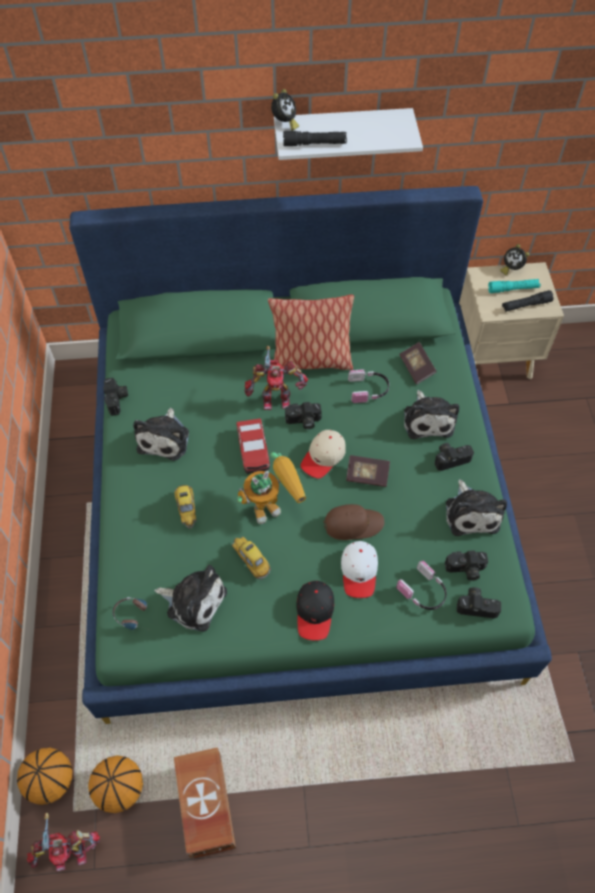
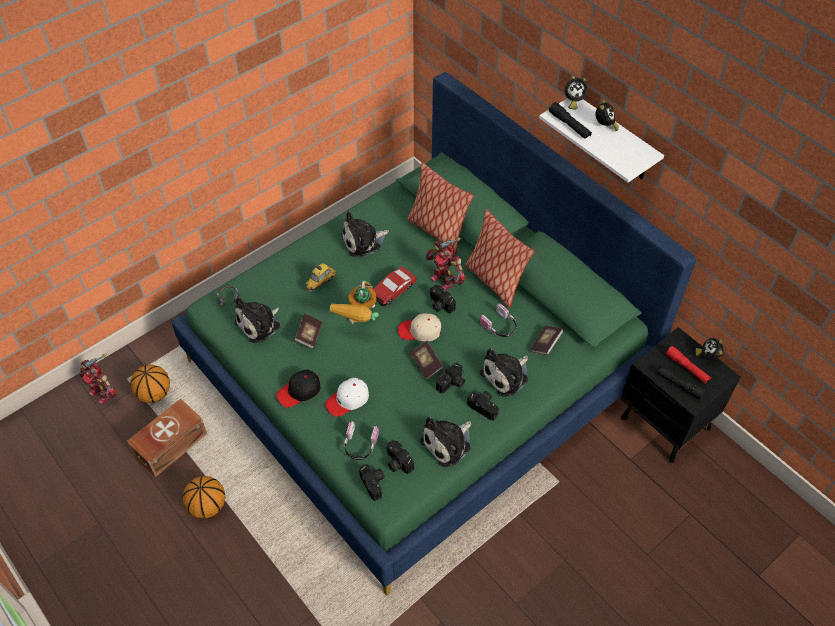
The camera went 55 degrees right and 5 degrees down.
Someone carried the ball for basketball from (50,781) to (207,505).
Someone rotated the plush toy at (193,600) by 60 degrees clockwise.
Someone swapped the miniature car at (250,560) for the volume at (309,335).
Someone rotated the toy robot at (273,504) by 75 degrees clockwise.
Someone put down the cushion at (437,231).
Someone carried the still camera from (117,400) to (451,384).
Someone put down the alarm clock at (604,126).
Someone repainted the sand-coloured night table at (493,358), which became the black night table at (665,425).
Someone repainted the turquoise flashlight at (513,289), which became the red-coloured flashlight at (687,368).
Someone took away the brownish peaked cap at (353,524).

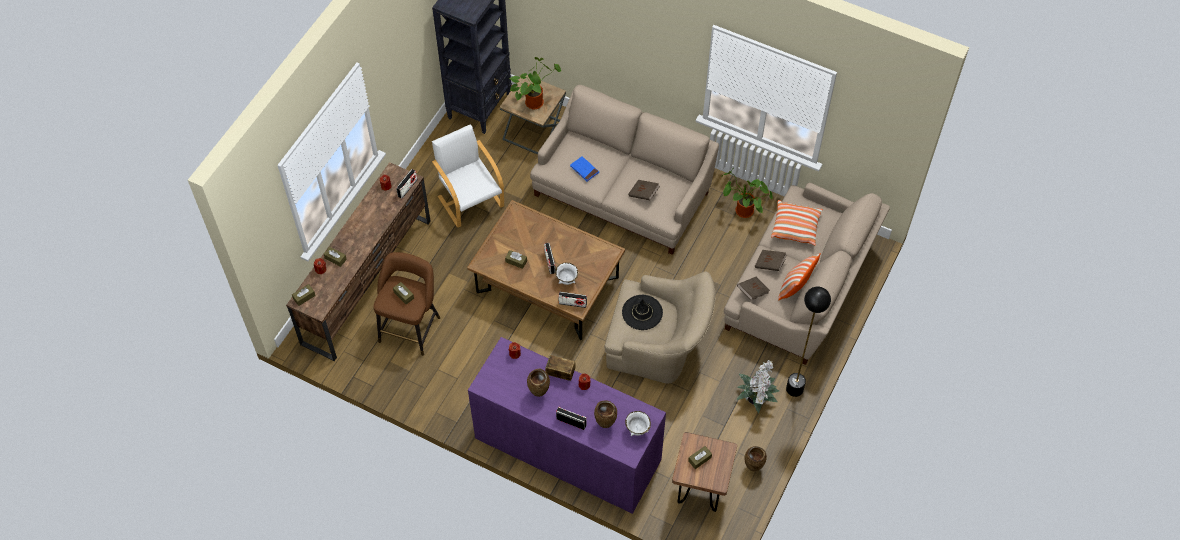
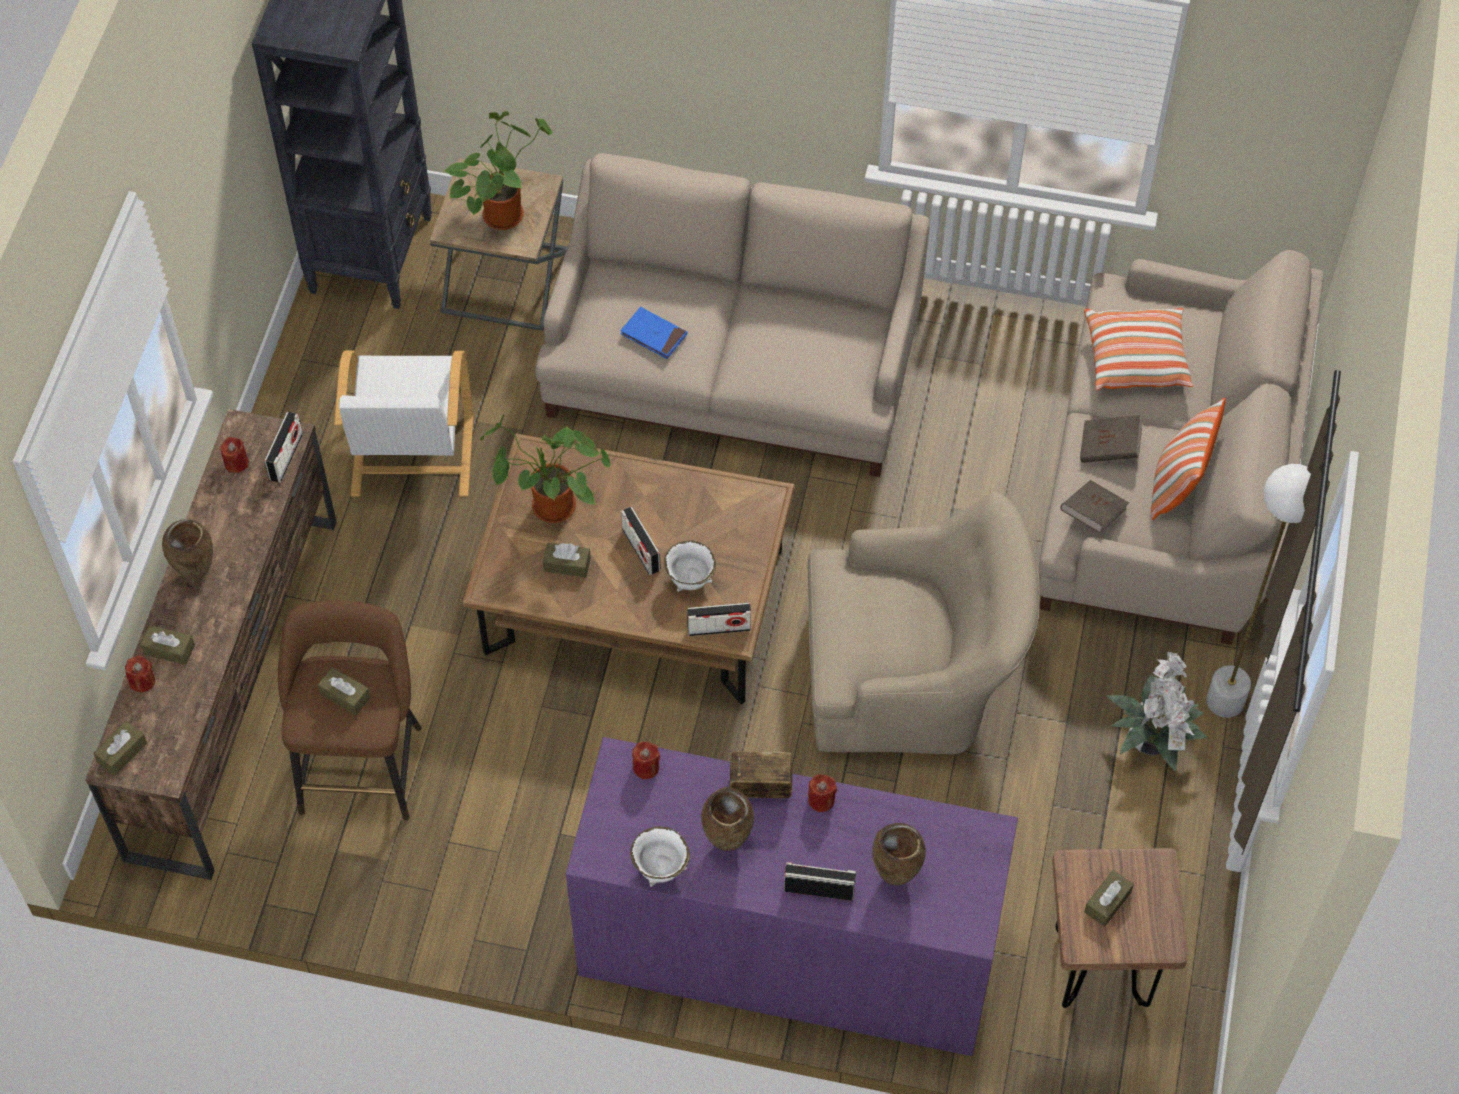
The camera went 15 degrees left and 0 degrees up.
Someone carried the brownish vase from (753,467) to (196,573).
Someone rotated the white easy chair at (470,200) by 135 degrees counterclockwise.
Someone carried the plant in a pot from (742,211) to (549,509).
Someone carried the white deep dish from (637,430) to (660,869).
Someone repainted the black floor lamp at (794,389), which became the white floor lamp at (1225,701).
Someone took away the black clothing hat at (642,312).
Someone took away the brownish volume at (643,194).

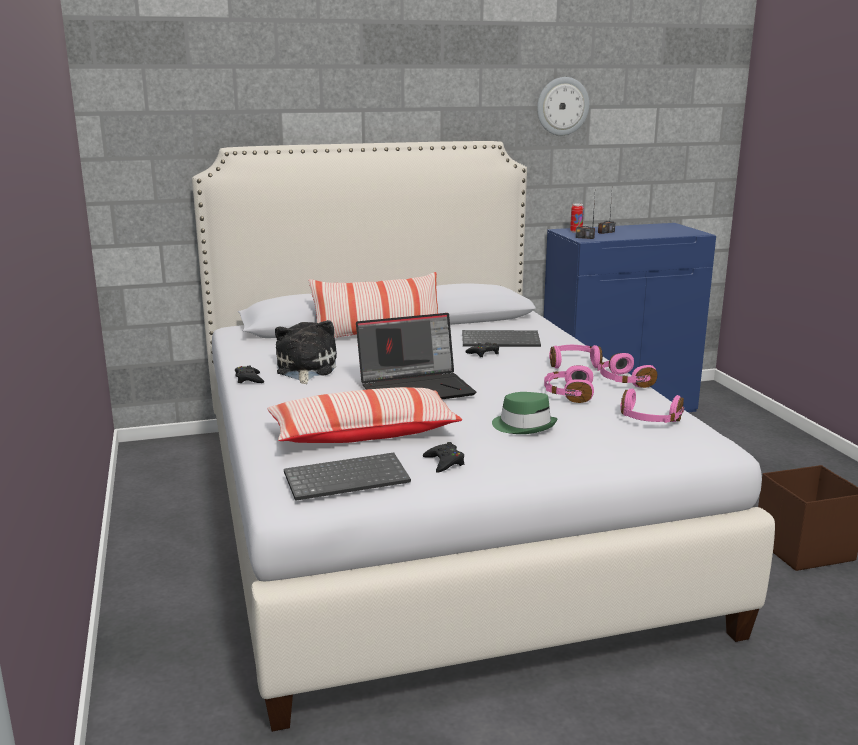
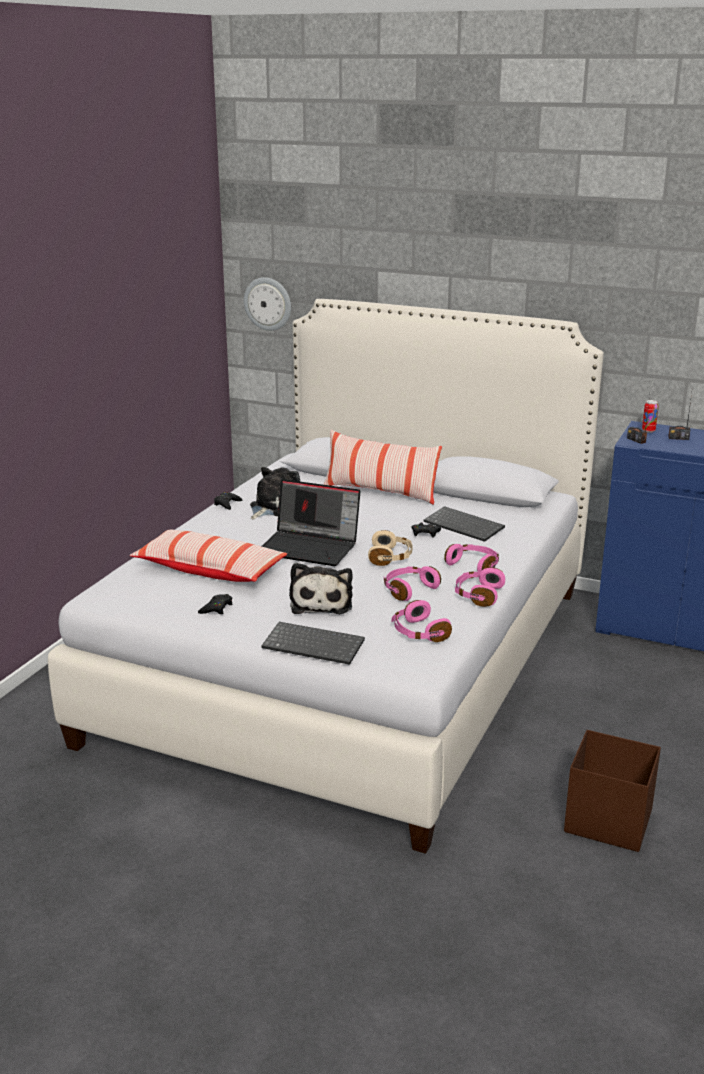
The camera went 40 degrees right and 5 degrees up.
Someone carried the clock on the wall from (562,106) to (268,303).
Someone carried the computer keyboard from (348,478) to (315,645).
Someone swapped the green-coloured clothing hat at (524,426) for the plush toy at (321,602).
Someone put down the sand-coloured pair of headphones at (391,557).

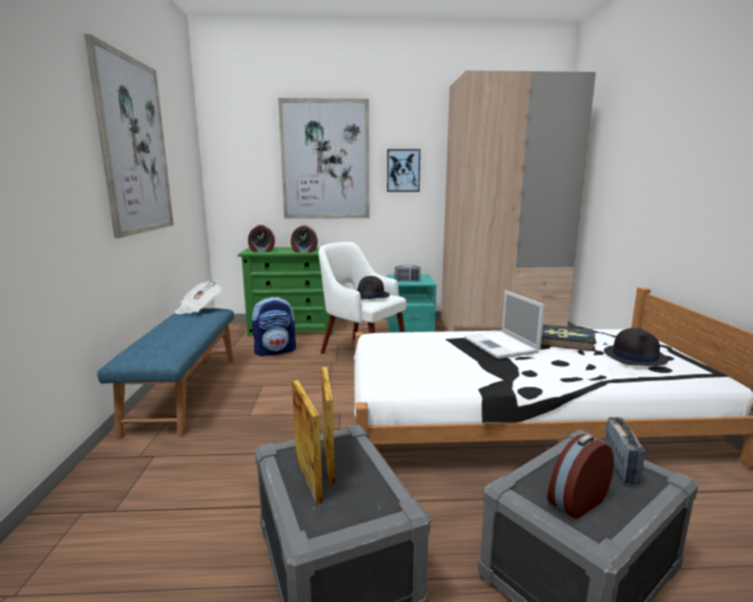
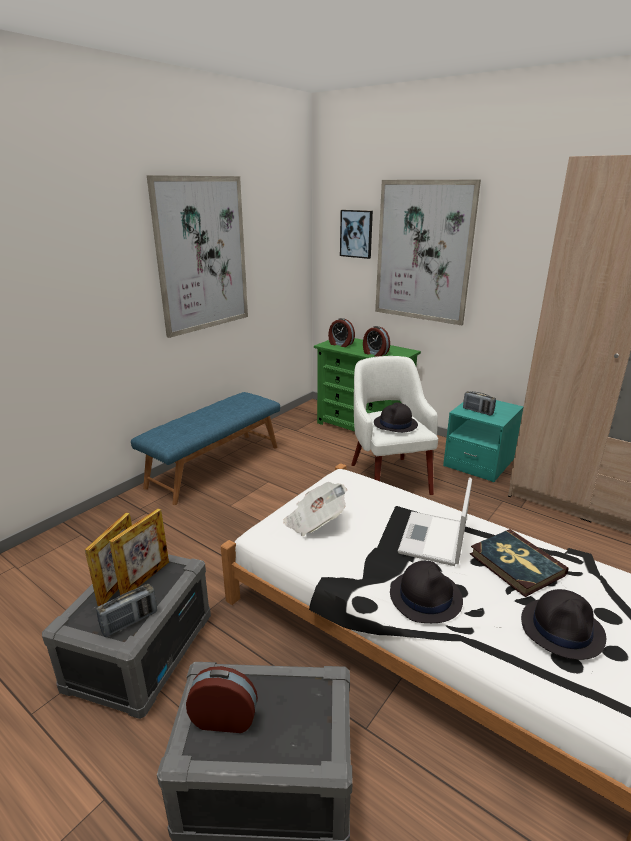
The camera went 40 degrees right and 10 degrees up.
Someone carried the radio receiver from (620,465) to (130,622).
Someone carried the newspaper from (199,309) to (314,522).
Someone carried the picture from (403,170) to (356,234).
Someone put down the black clothing hat at (425,596).
Someone took away the knapsack at (275,351).

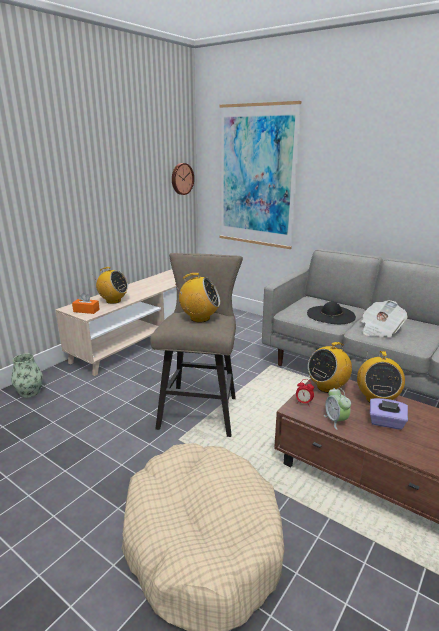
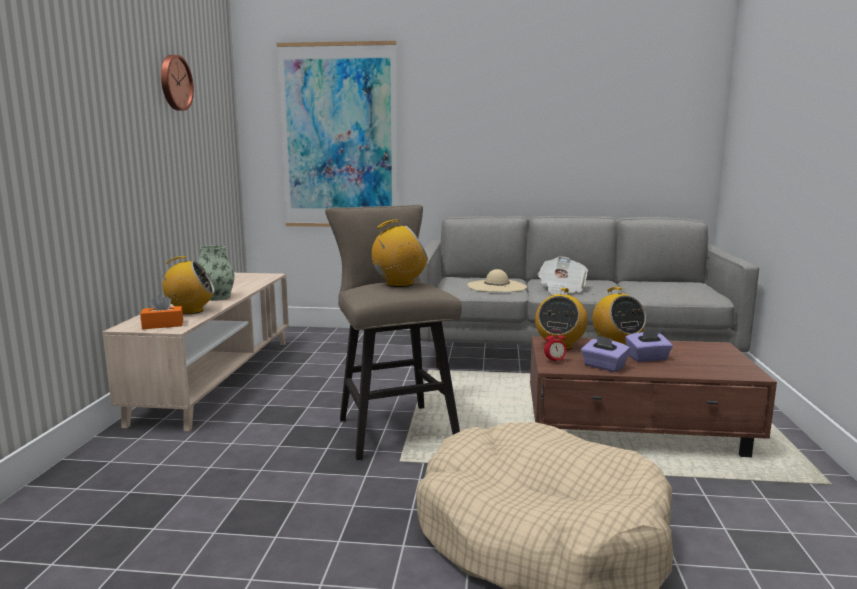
The camera went 30 degrees left and 10 degrees down.
Someone carried the clock on the wall from (181,179) to (174,83).
Someone carried the vase from (30,392) to (216,297).
Someone repainted the black clothing hat at (331,315), which became the sand-coloured clothing hat at (496,286).
Someone swapped the alarm clock at (335,420) for the purple tissue holder at (603,366).

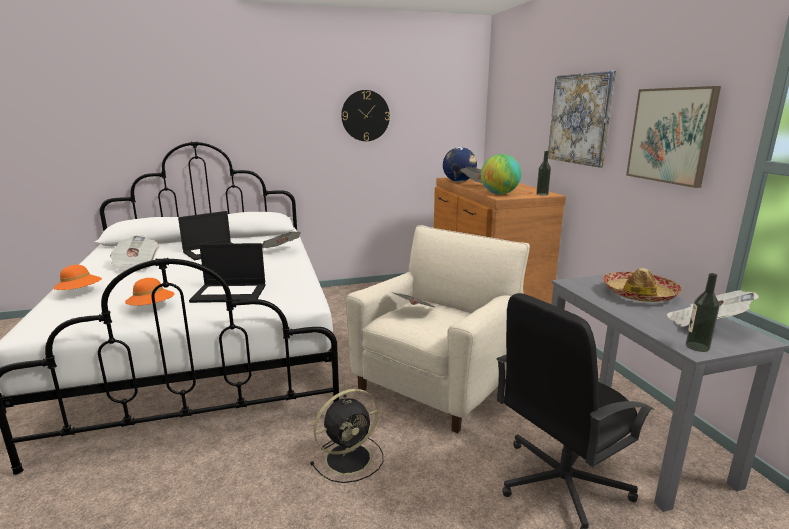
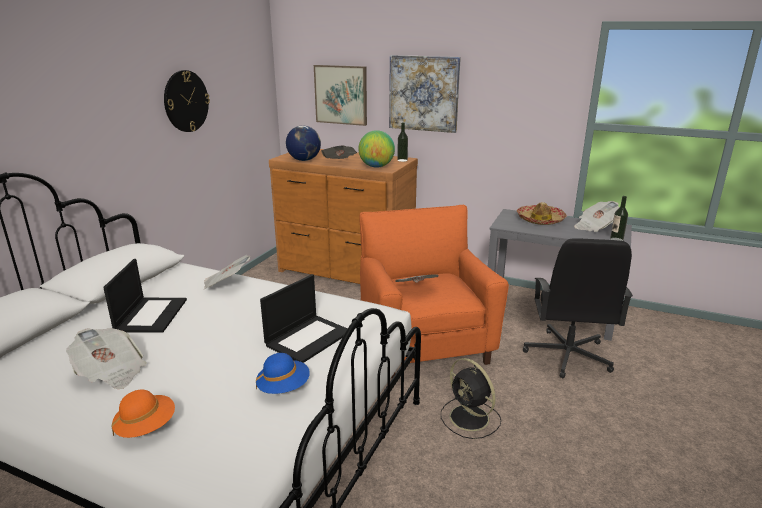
The camera went 50 degrees left and 5 degrees up.
Someone repainted the orange-coloured clothing hat at (152,308), which became the blue clothing hat at (284,387).
Someone carried the picture from (671,135) to (341,95).
Someone repainted the sand-coloured easy chair at (437,384), which became the orange-coloured easy chair at (425,343).
Someone rotated the black fan at (350,458) by 135 degrees clockwise.

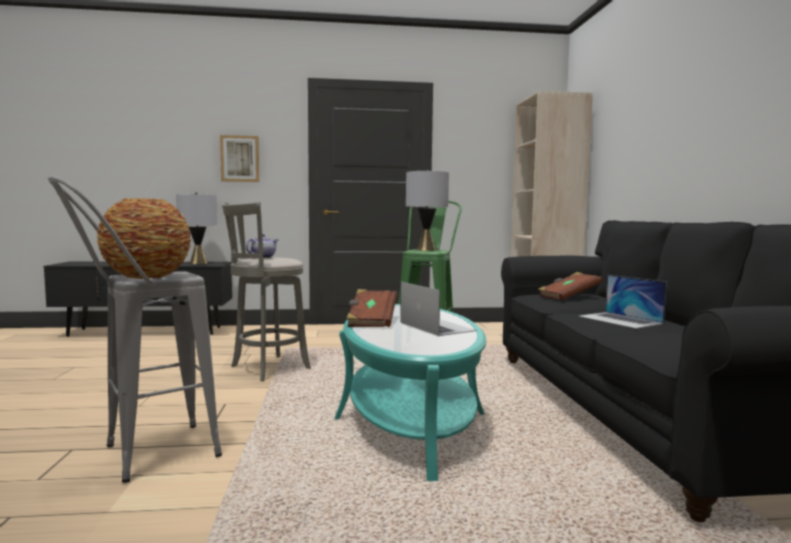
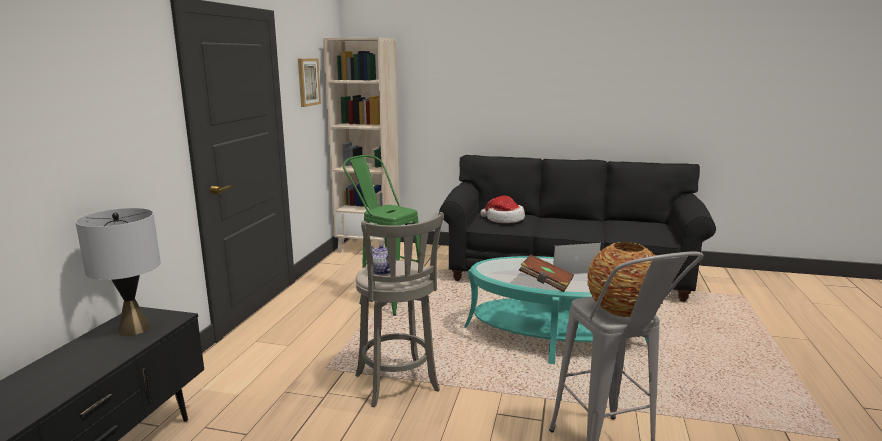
The camera went 70 degrees left and 10 degrees up.
Someone carried the picture from (240,159) to (308,82).
Someone swapped the brownish volume at (568,297) for the clothing hat at (504,219).
Someone took away the grey table lamp at (426,250).
Someone took away the notebook computer at (620,320).

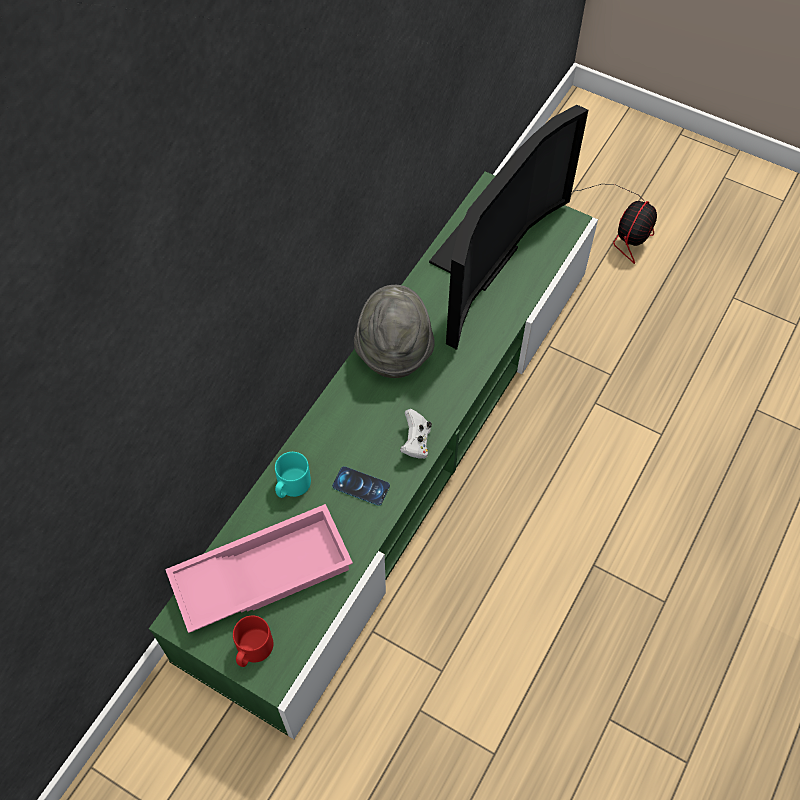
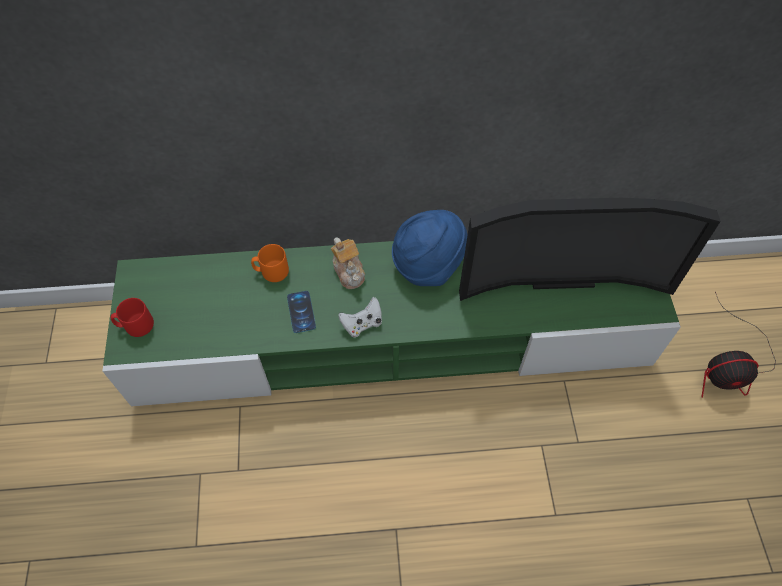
The camera went 55 degrees right and 0 degrees up.
Someone repainted the turquoise mug at (291,486), which became the orange-coloured mug at (271,271).
Someone put down the tea pot at (349,271).
Someone repainted the grey clothing hat at (394,351), which became the blue clothing hat at (428,264).
Someone took away the pink-coloured serving tray at (262,571).

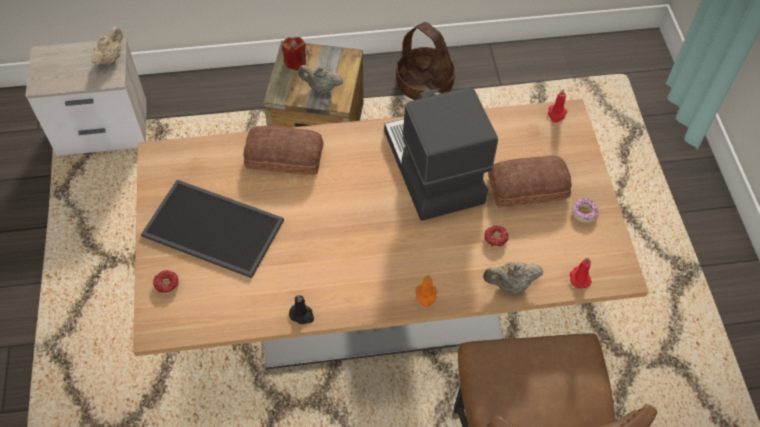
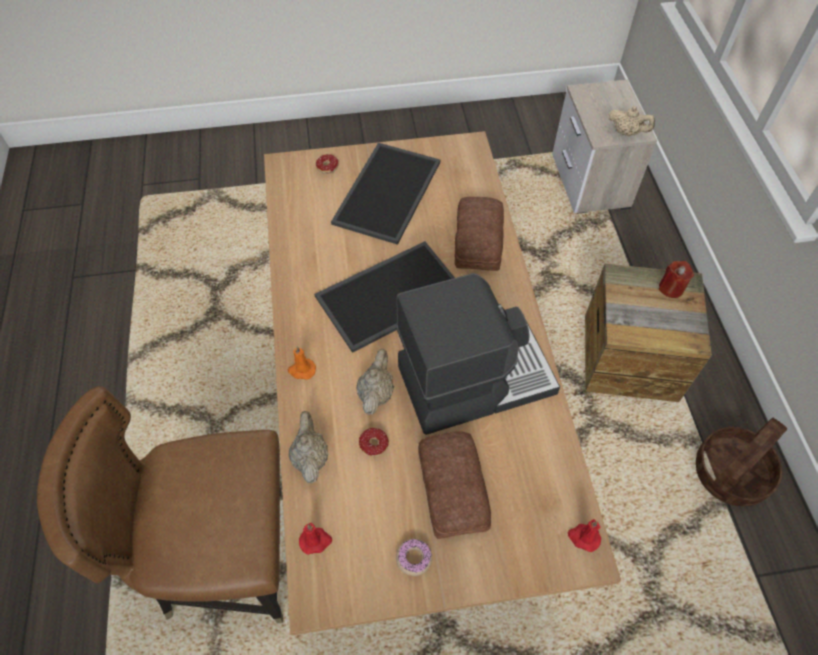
The camera went 90 degrees right and 0 degrees up.
Someone put down the serving tray at (390,293).
Someone carried the sand-coloured tea pot from (321,88) to (376,393).
Someone took away the black wax candle at (302,315).

